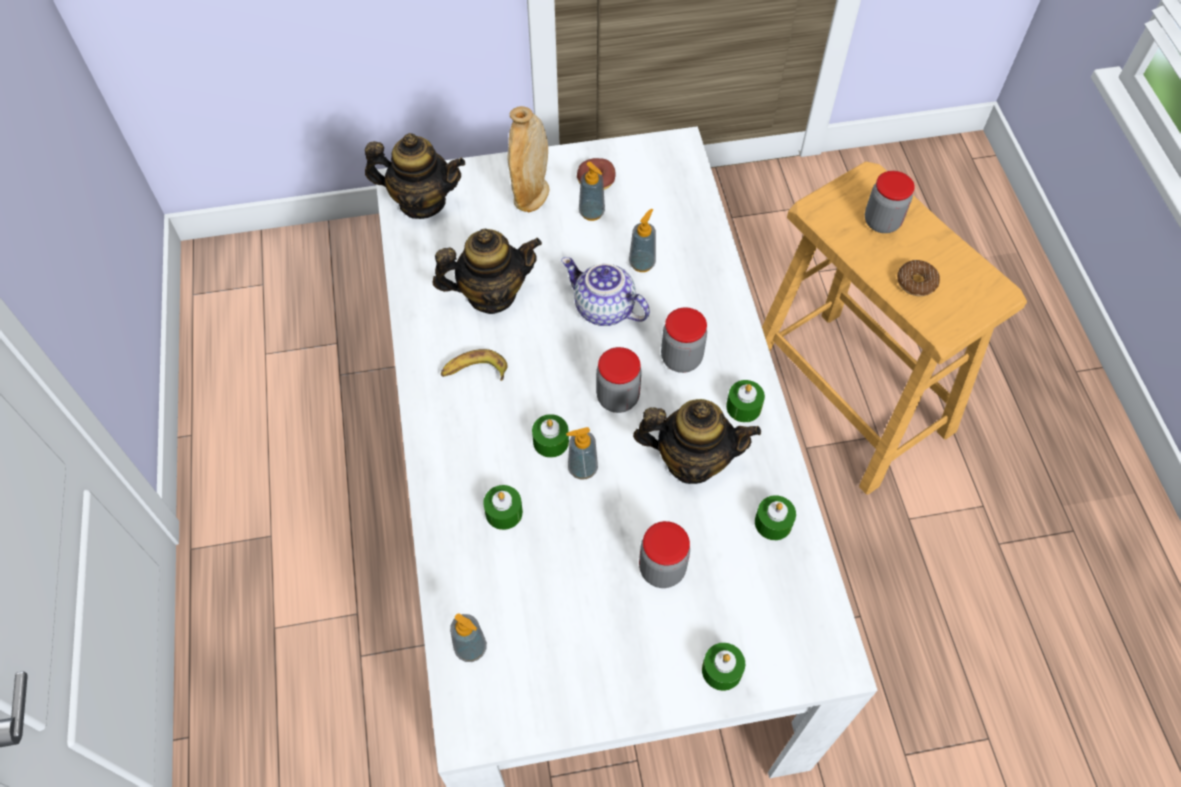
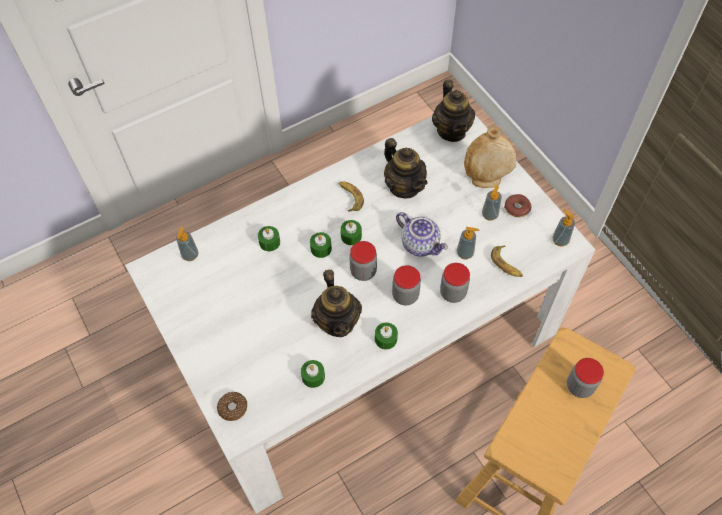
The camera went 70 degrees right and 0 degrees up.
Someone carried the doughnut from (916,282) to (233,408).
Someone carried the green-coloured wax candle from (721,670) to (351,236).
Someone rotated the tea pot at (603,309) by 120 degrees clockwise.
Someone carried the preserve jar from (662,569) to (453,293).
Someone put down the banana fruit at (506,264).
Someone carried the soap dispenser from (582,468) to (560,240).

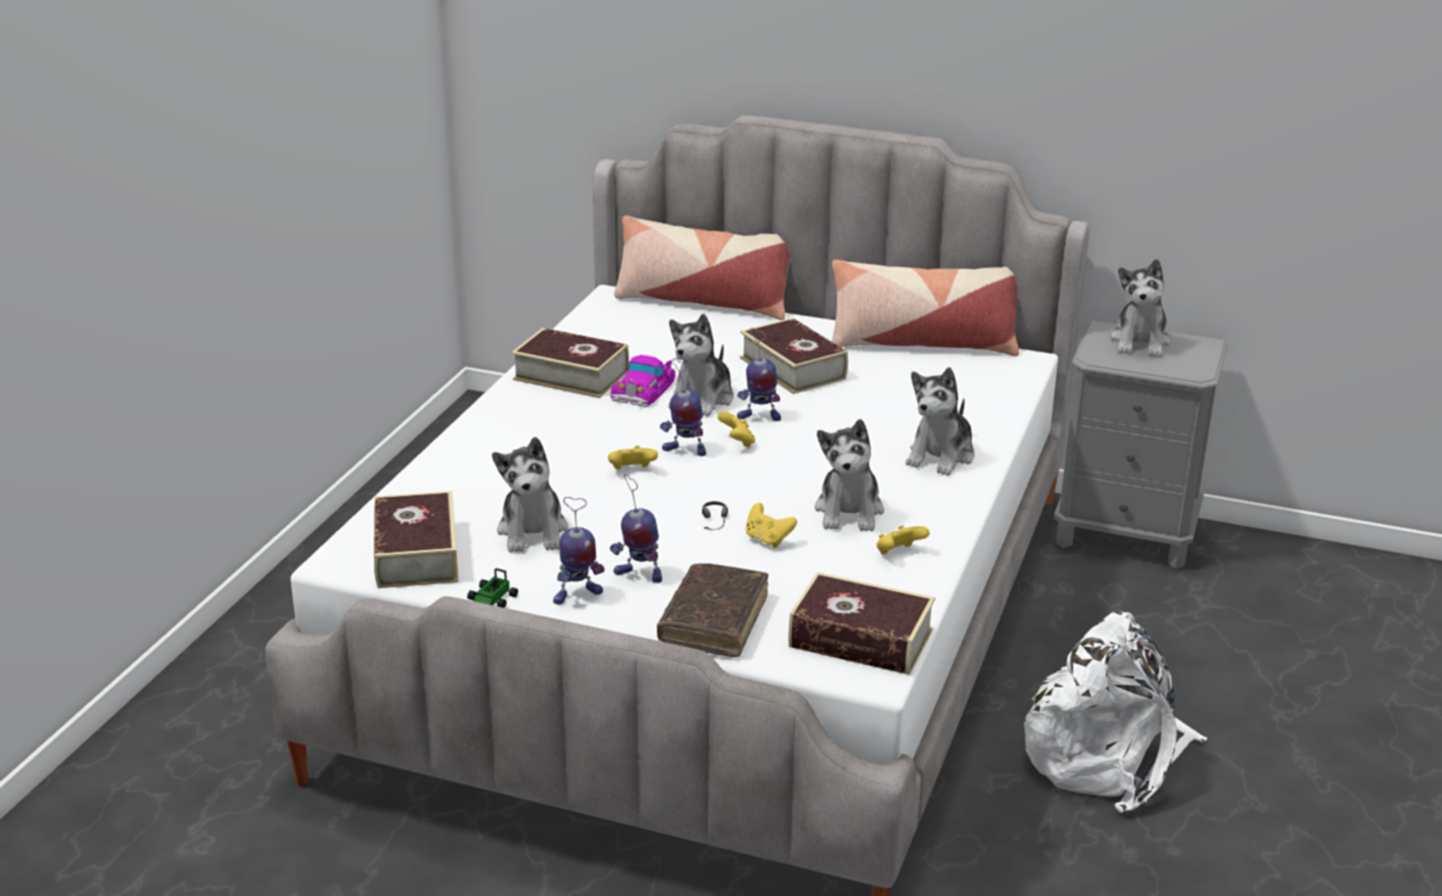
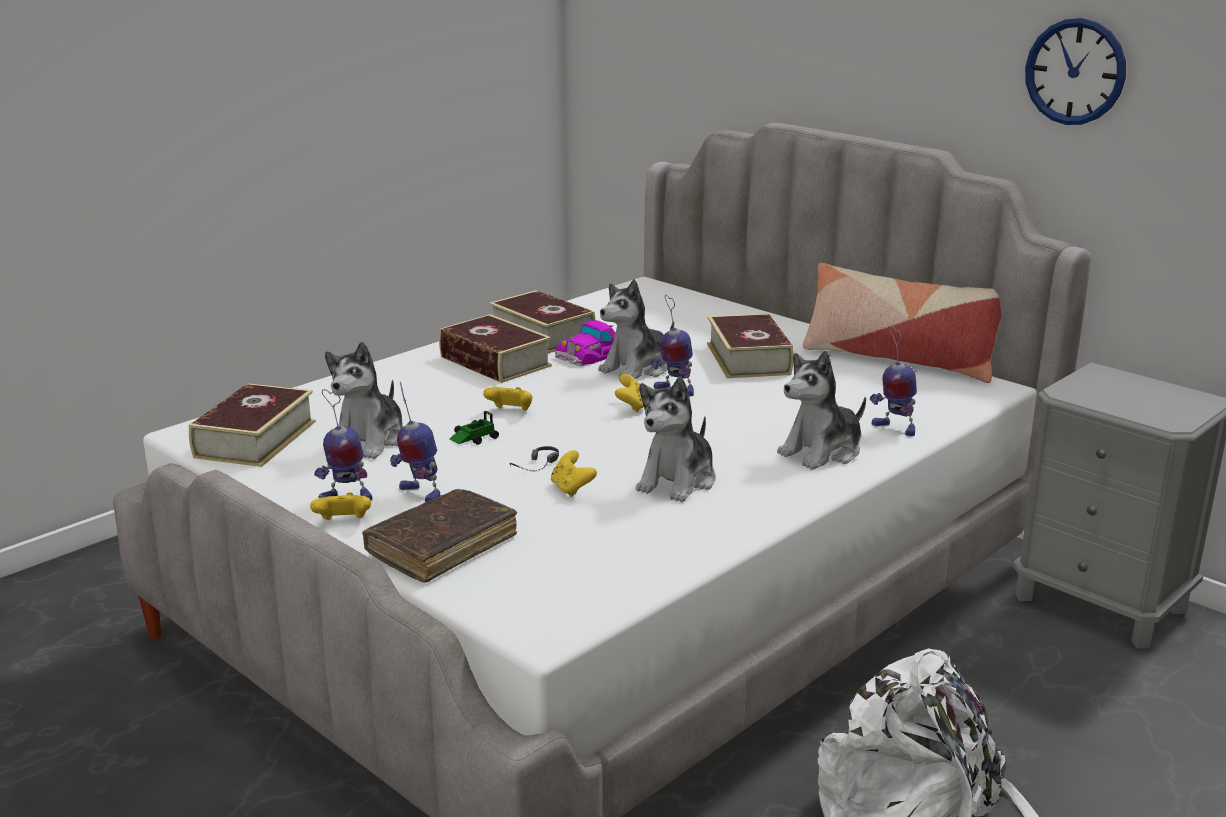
The camera went 25 degrees right and 5 degrees down.
Someone carried the yellowish gamepad from (899,554) to (343,523).
Someone carried the volume from (860,639) to (495,361).
Someone carried the miniature car from (489,600) to (472,437).
Someone carried the toy robot from (684,450) to (893,428).
Someone put up the clock on the wall at (1075,71).
Someone took away the cushion at (702,302).
Someone took away the plush toy at (1140,342).

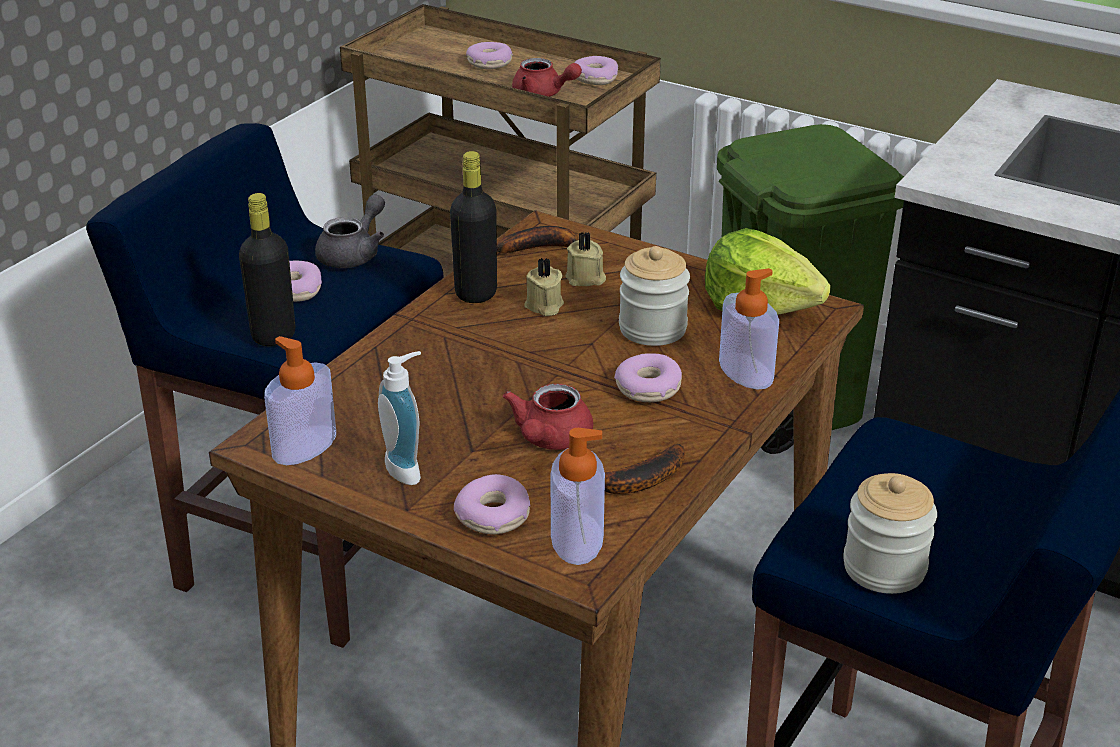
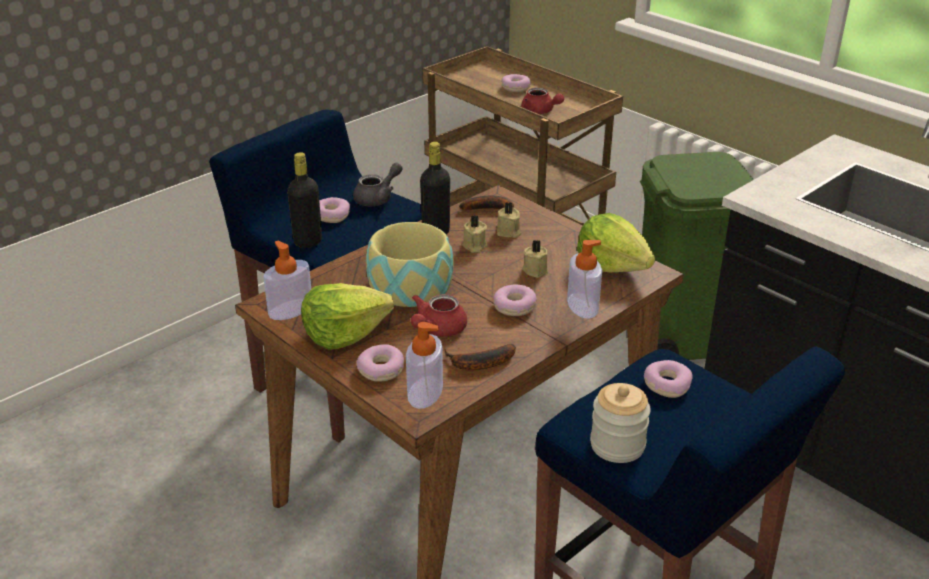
The camera went 15 degrees right and 0 degrees up.
Someone swapped the soap dispenser at (408,468) for the lettuce head at (344,333).
Someone put down the deep dish at (409,285).
Someone swapped the preserve jar at (652,329) for the sand-coloured wax candle at (535,270).
Someone carried the doughnut from (595,78) to (666,385).

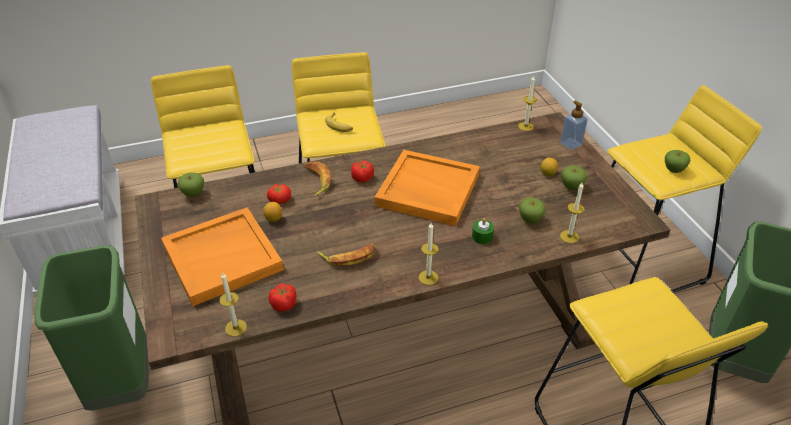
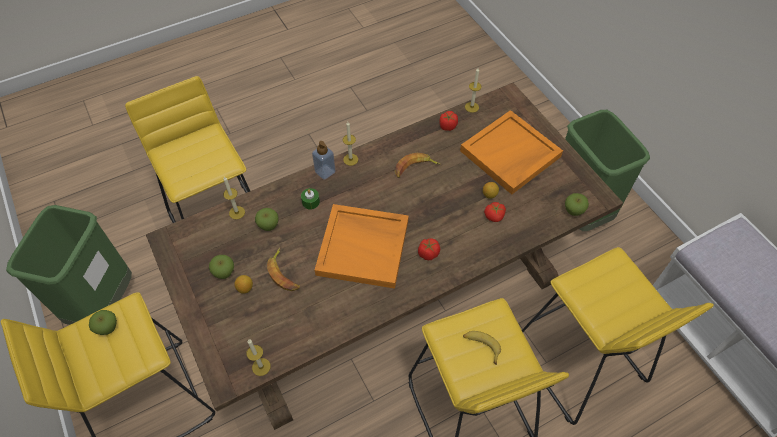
The camera went 170 degrees right and 15 degrees up.
Someone carried the banana fruit from (316,181) to (284,273).
Someone carried the soap dispenser from (570,144) to (325,172).

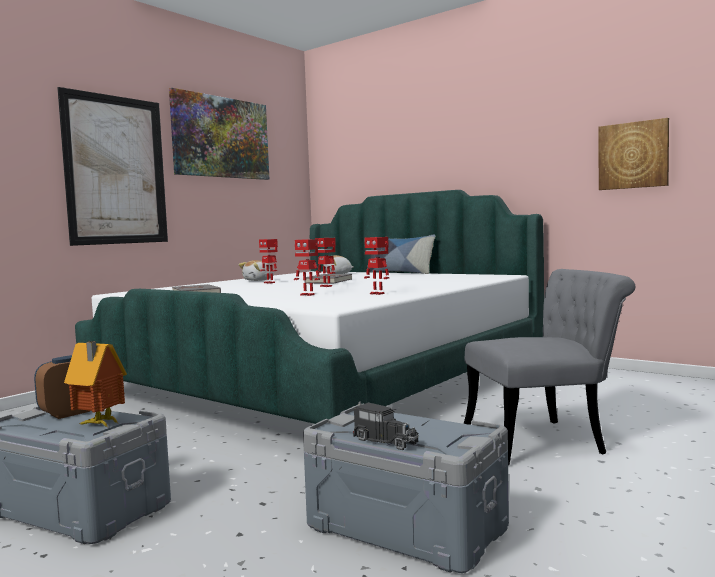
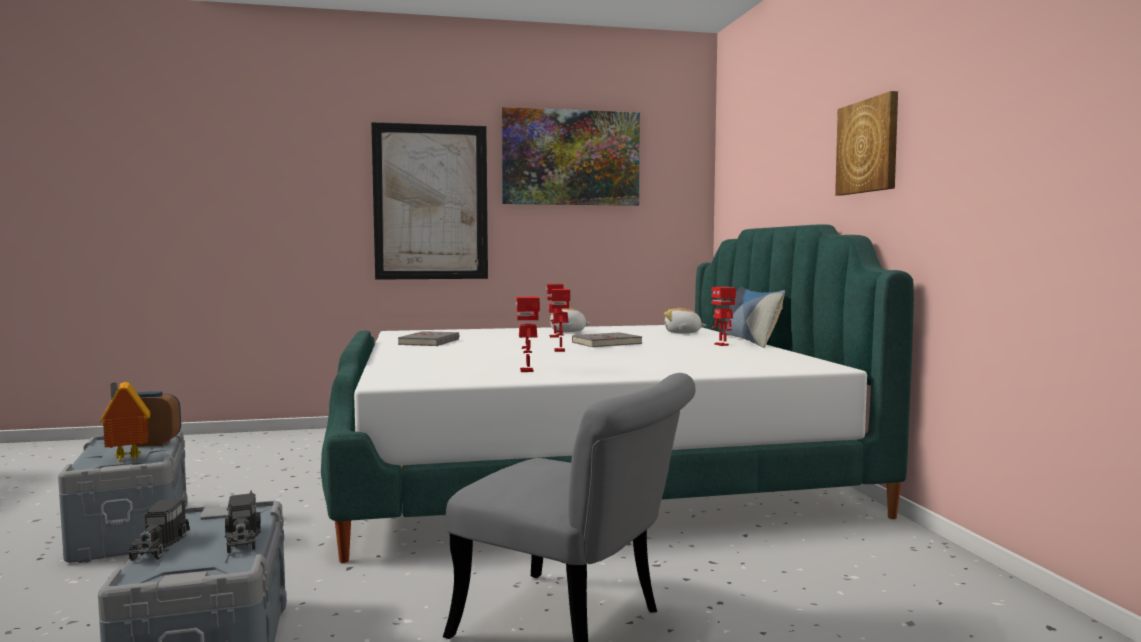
The camera went 40 degrees right and 0 degrees up.
Someone put down the toy truck at (242,537).
Someone carried the toy robot from (308,295) to (722,345).
Someone carried the picture from (633,155) to (868,146).

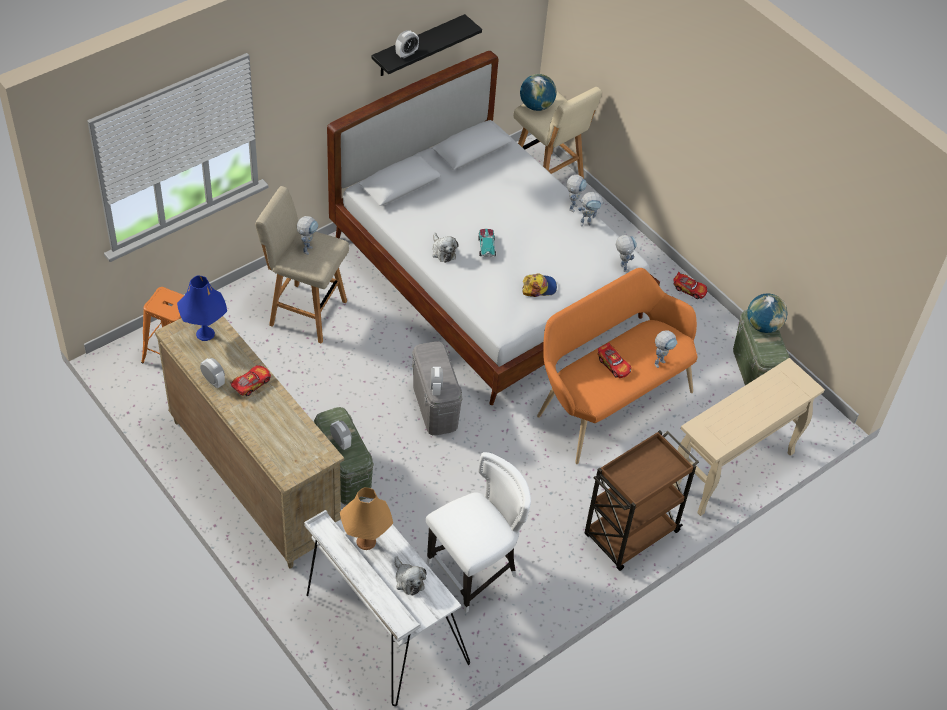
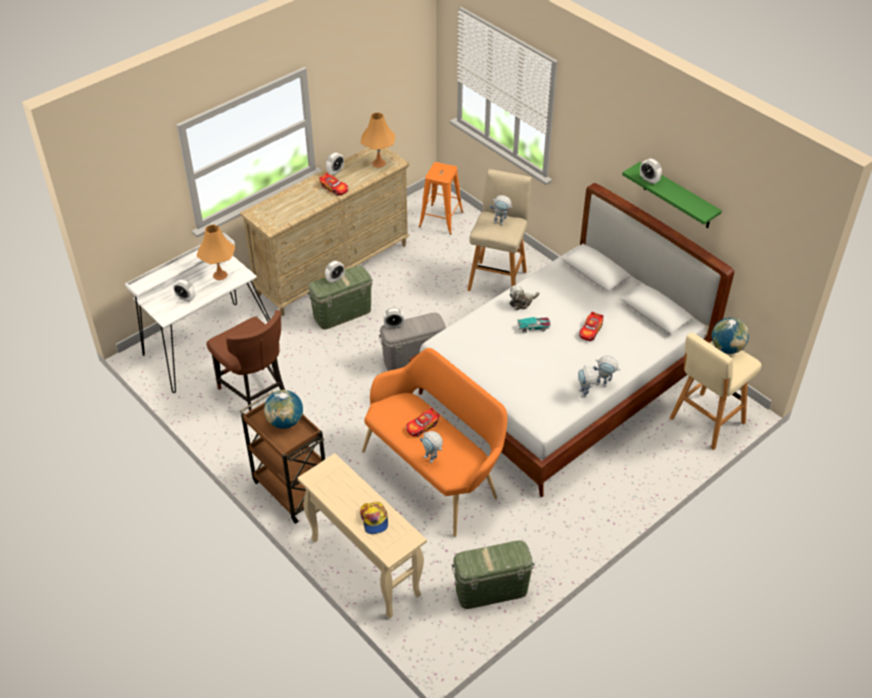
The camera went 90 degrees right and 5 degrees down.
Someone swapped the plush toy at (408,580) for the alarm clock at (186,298).
Someone repainted the white upright chair at (475,571), which became the brownish upright chair at (255,392).
Someone carried the world globe from (763,326) to (285,422).
Someone carried the peaked cap from (539,287) to (374,520).
Someone repainted the blue table lamp at (205,333), which became the orange-coloured table lamp at (379,163).
Someone carried the miniature car from (689,289) to (591,330).
Someone repainted the black wall shelf at (418,46), which became the green-coloured wall shelf at (677,196).
Someone took away the toy robot at (622,265).

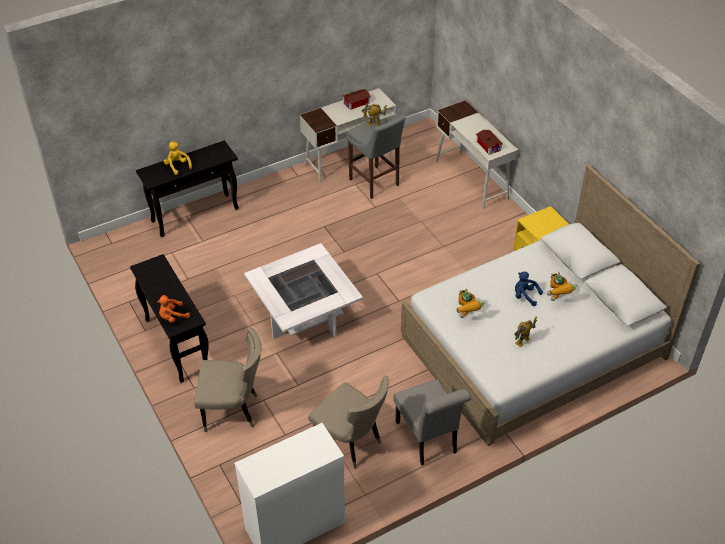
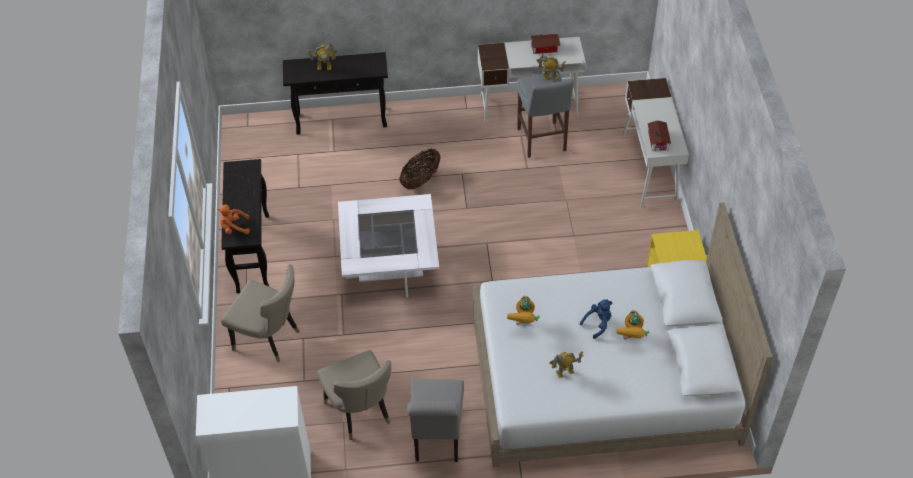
The camera went 25 degrees right and 5 degrees up.
Someone swapped the yellowish plush toy at (177,166) for the toy robot at (324,67).
Someone put down the basket at (420,180).
Someone rotated the blue plush toy at (525,296) by 90 degrees clockwise.

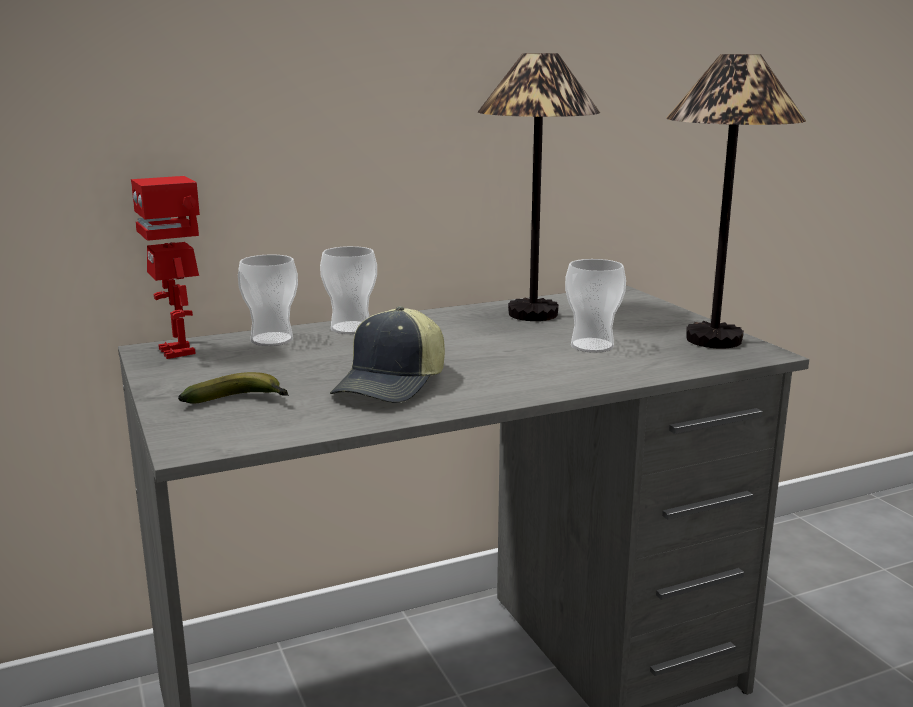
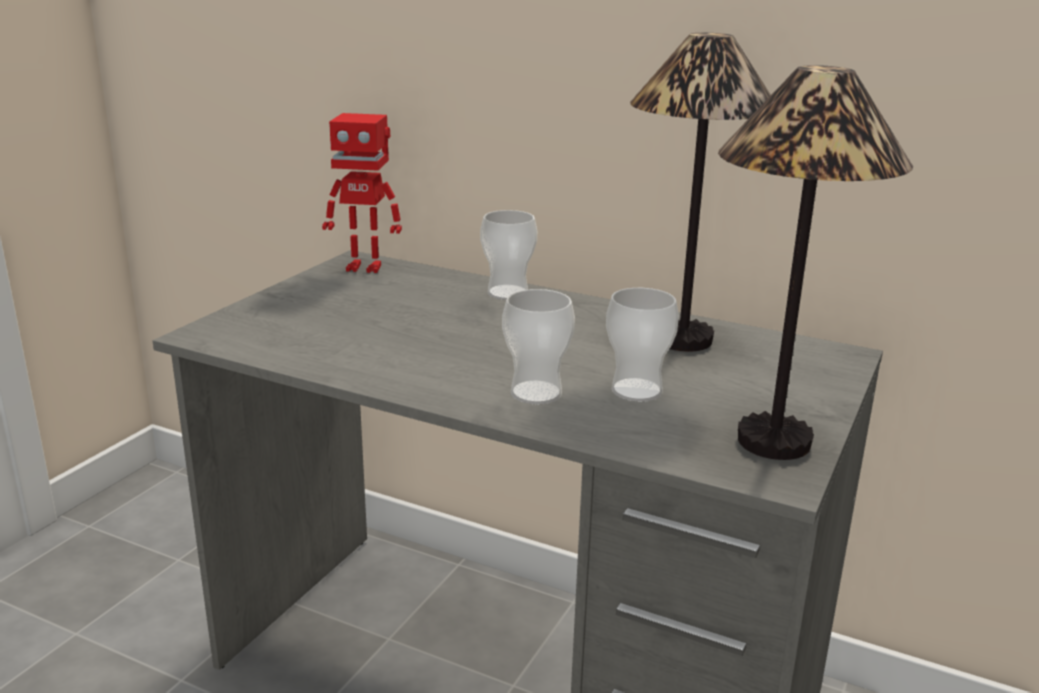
The camera went 50 degrees right and 5 degrees up.
Someone rotated the toy robot at (179,351) by 105 degrees counterclockwise.
Someone carried the drinking cup from (272,340) to (536,393).
Someone took away the banana fruit at (241,402).
Someone took away the peaked cap at (393,385).

